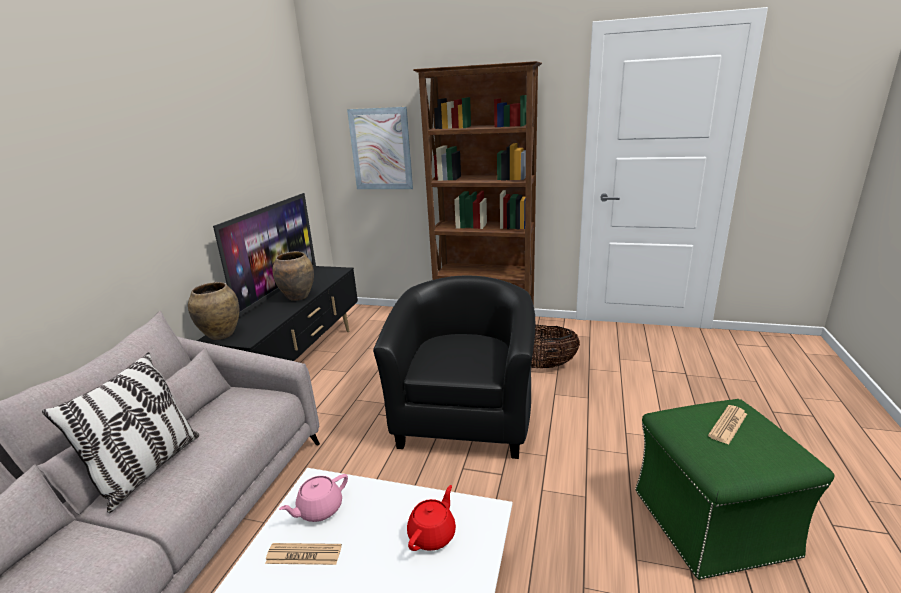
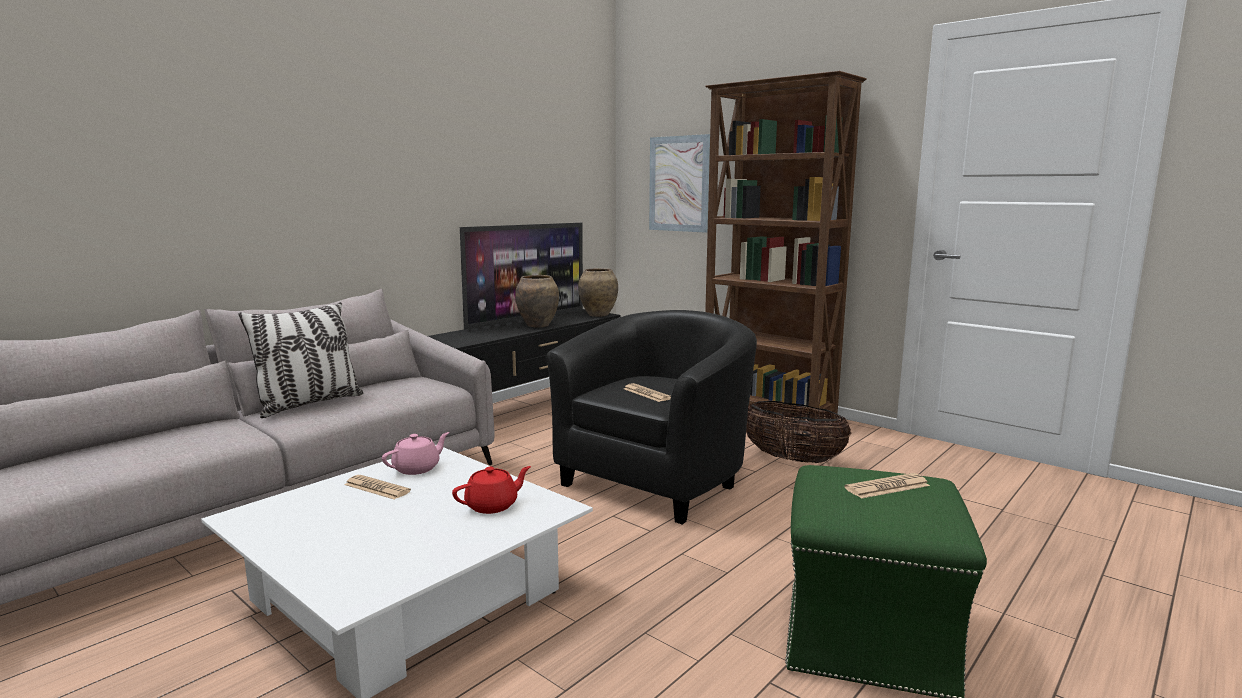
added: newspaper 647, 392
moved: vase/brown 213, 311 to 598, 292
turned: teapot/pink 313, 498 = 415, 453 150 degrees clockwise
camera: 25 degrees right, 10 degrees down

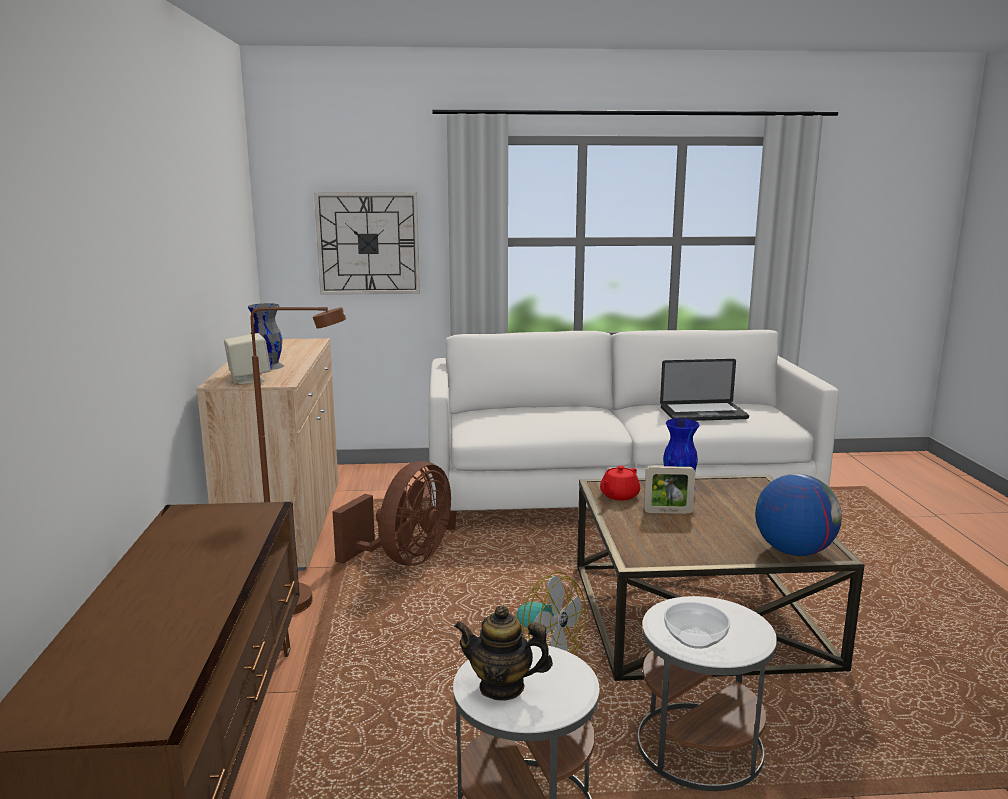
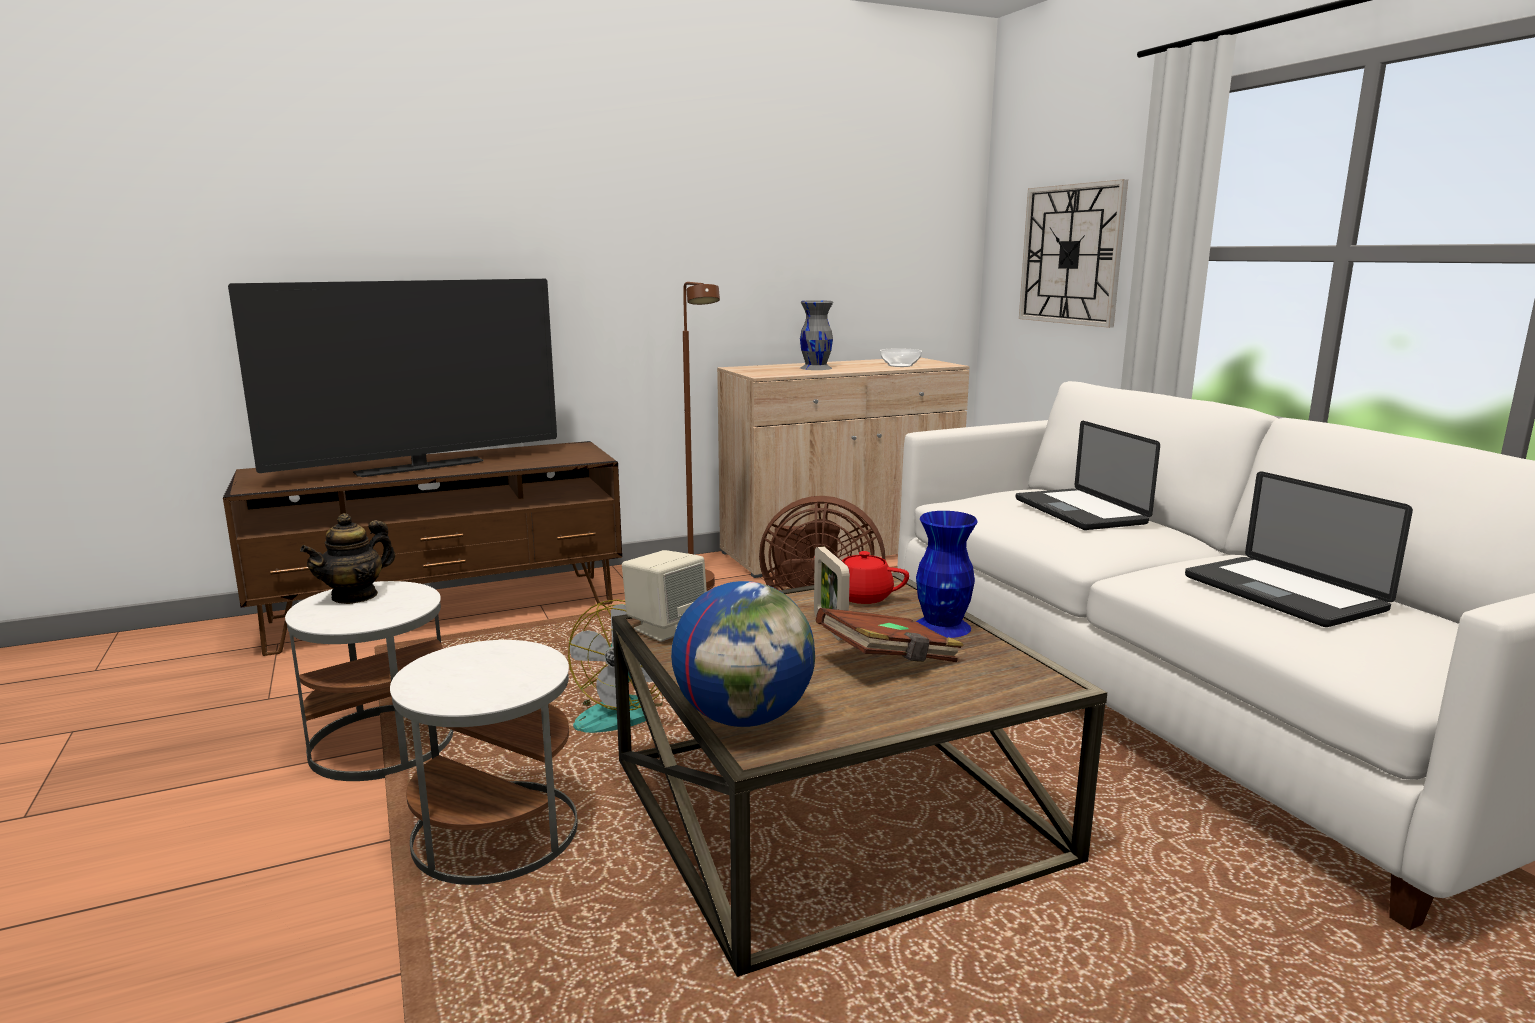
added: television 392, 378; book/brown 890, 635; laptop 1088, 475
moved: speaker/beige 247, 358 to 664, 596; bowl 697, 625 to 901, 357
turned: teapot 503, 653 = 347, 558 135 degrees counterclockwise
camera: 70 degrees right, 0 degrees up

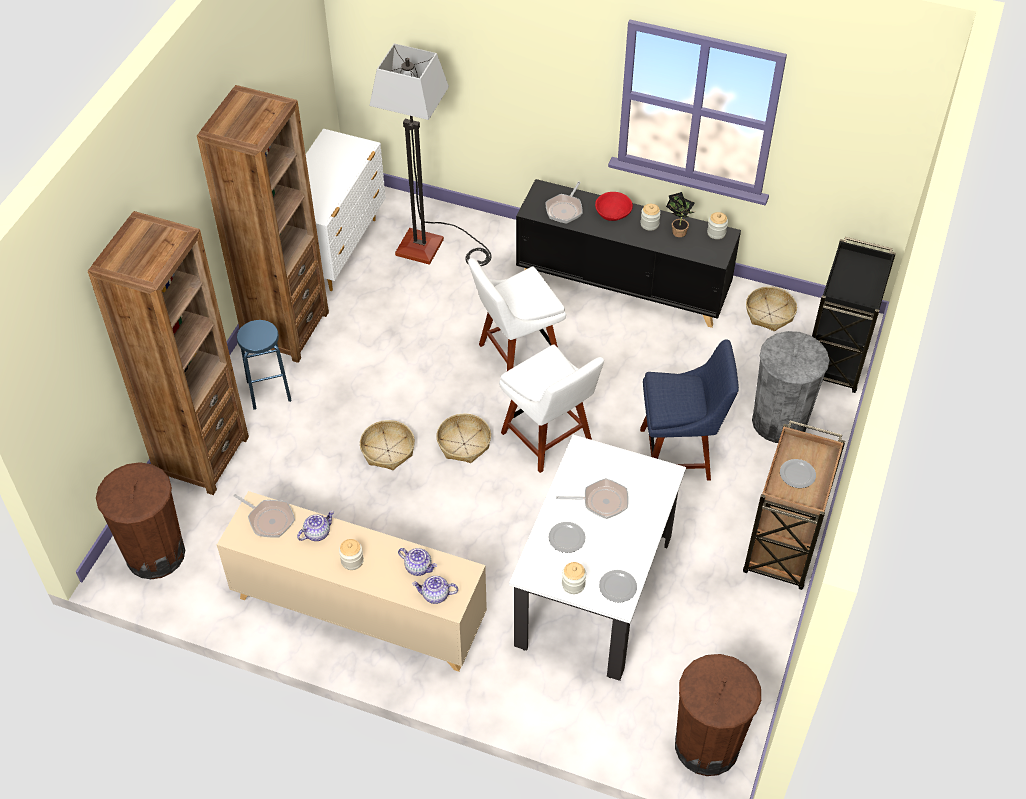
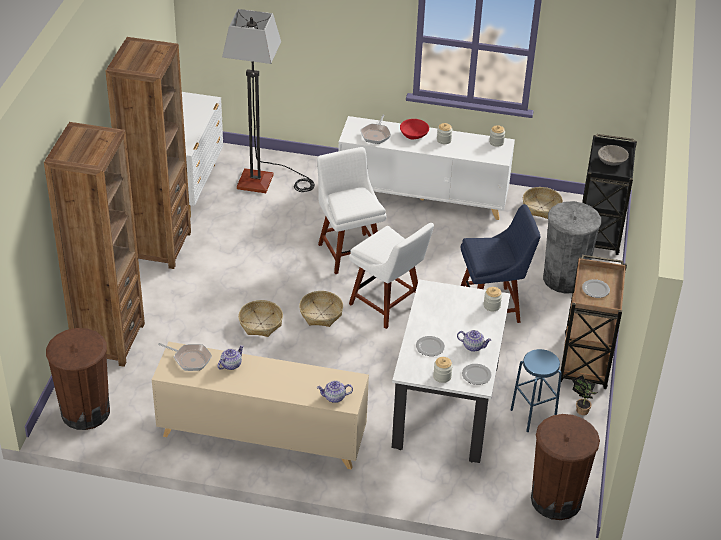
removed: frying pan 592, 498
added: bowl/grey 613, 155
moved: stool/blue 264, 365 to 536, 390; jar 351, 554 to 493, 299; teapot 417, 562 to 474, 341; potted plant 680, 214 to 585, 395
recoloured: cabinet/black 628, 253 to cabinet/white 426, 168
turned: chair/white 517, 314 = 351, 210 105 degrees clockwise
camera: 10 degrees left, 10 degrees down

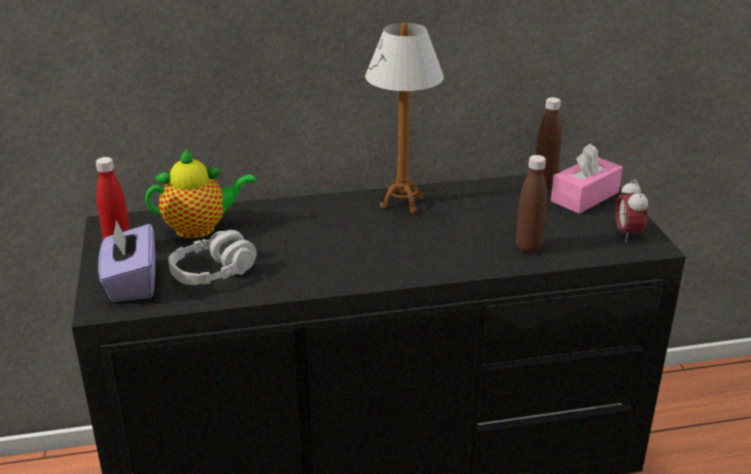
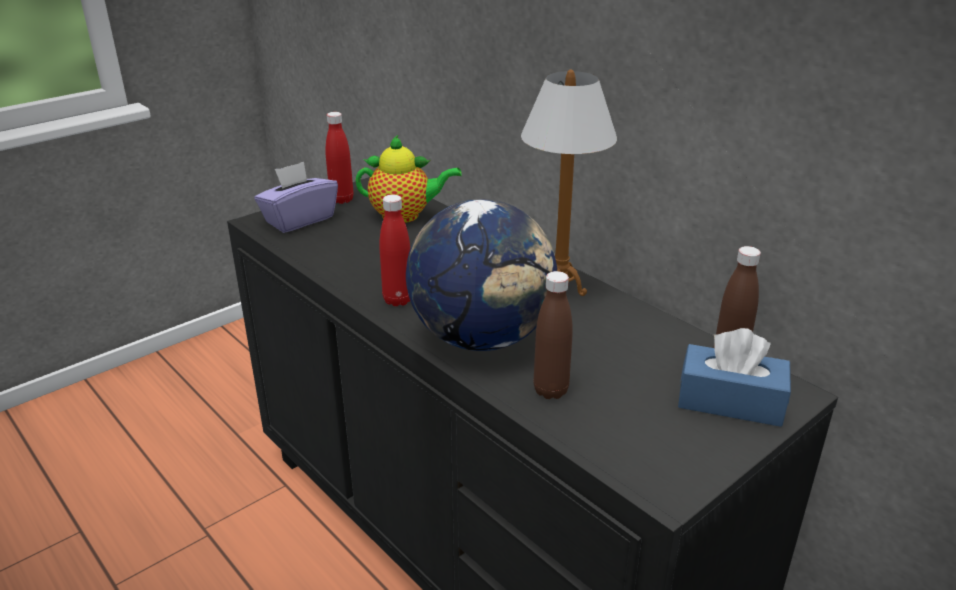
removed: headphones/grey 212, 257; alarm clock 631, 210
added: bottle/red 394, 250; globe 481, 275
recoloured: tissue box/pink 587, 178 to tissue box/blue 734, 377
turned: teapot 201, 193 = 408, 179 45 degrees counterclockwise
camera: 60 degrees right, 0 degrees up

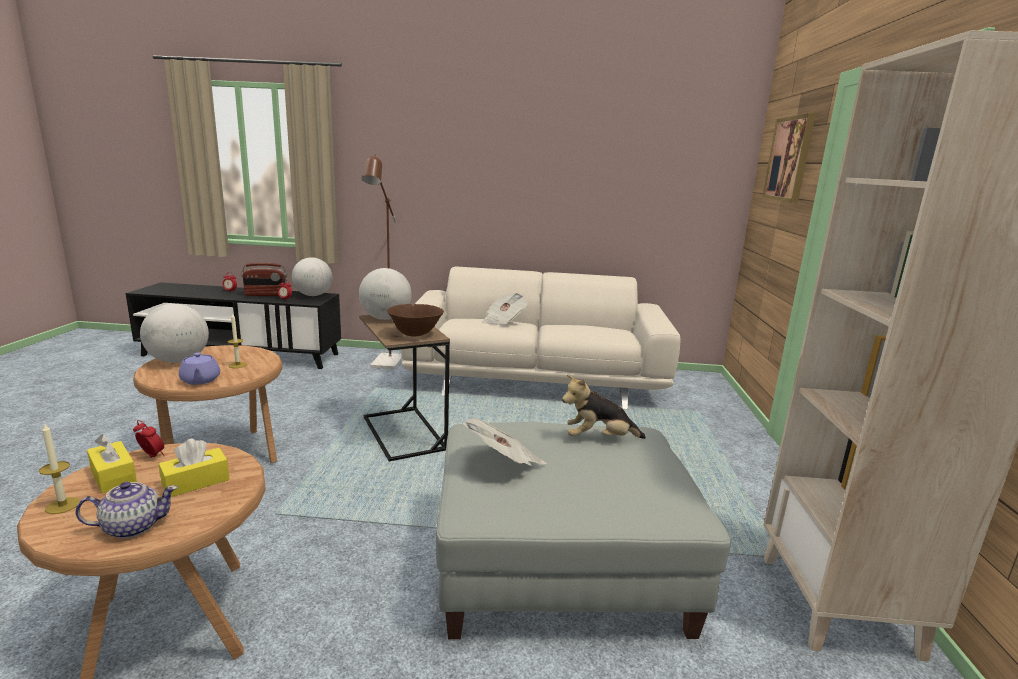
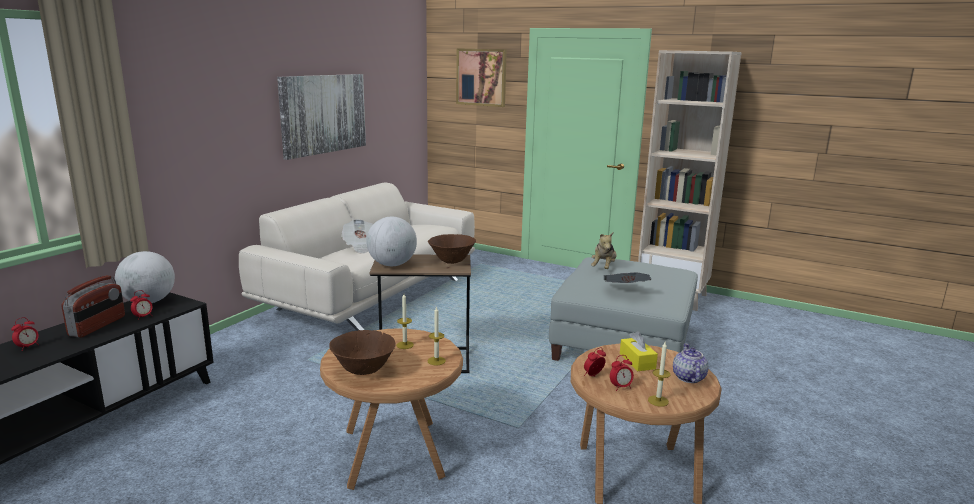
removed: floor lamp/brown 382, 262
added: picture 321, 117
replaced: tissue box/yellow 112, 464 to alarm clock 622, 373; globe 174, 333 to bowl/brown 362, 352; teapot/purple 199, 369 to candle 437, 335
camera: 65 degrees left, 0 degrees up

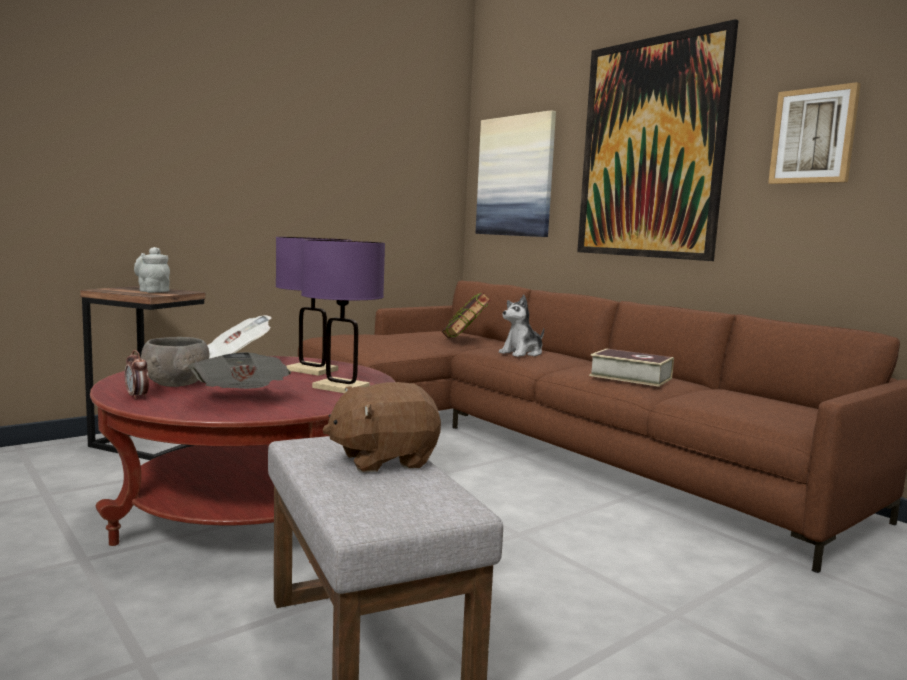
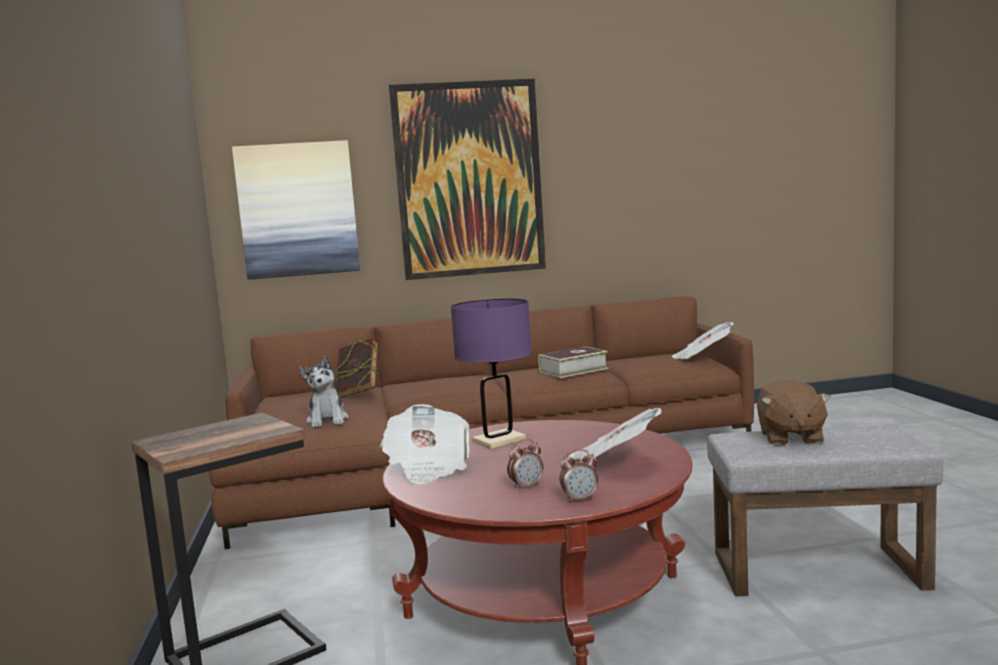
removed: teapot/grey 152, 270; table lamp/purple 343, 316; picture 814, 133
added: newspaper 703, 340
moved: plush toy 521, 326 to 324, 392
replaced: bowl/grey 175, 362 to alarm clock 525, 464
camera: 60 degrees left, 0 degrees up

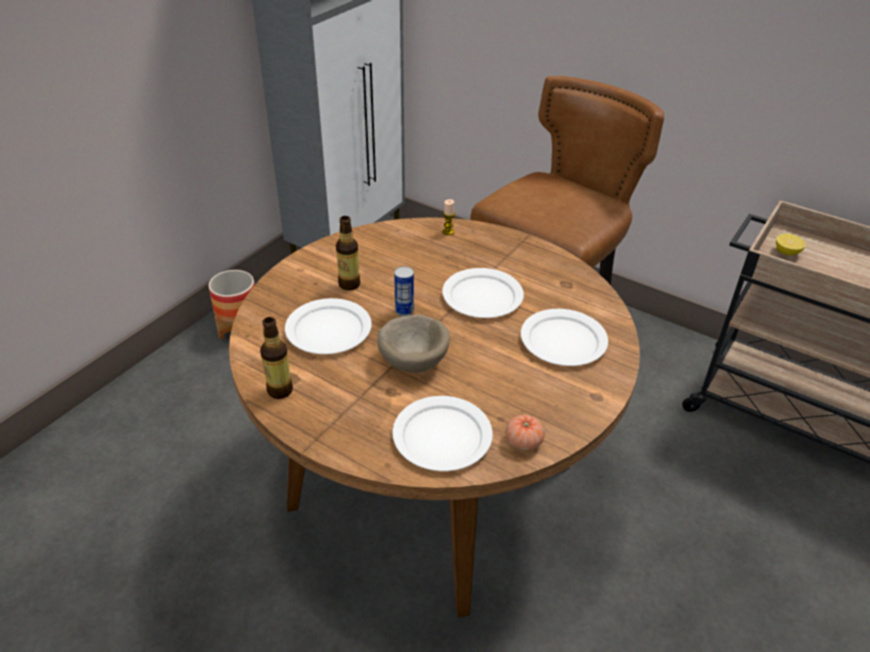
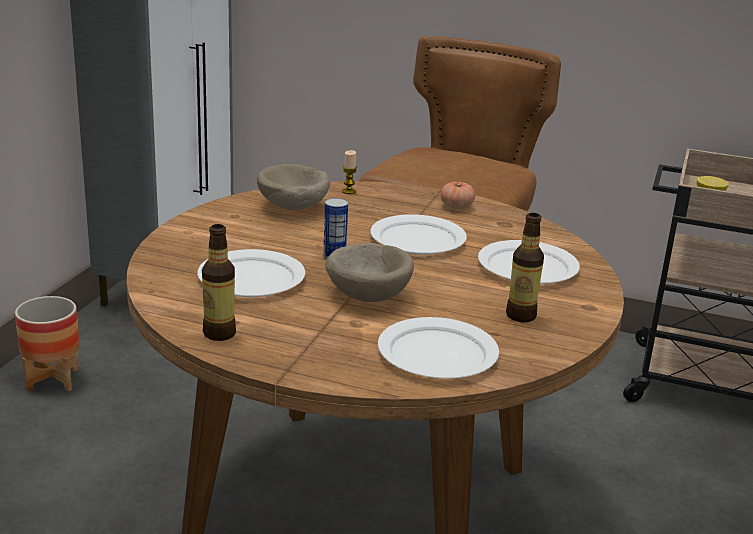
added: bowl/beige 293, 187
moved: bottle 348, 253 to 525, 267; tomato 525, 433 to 458, 195
camera: 15 degrees left, 15 degrees down

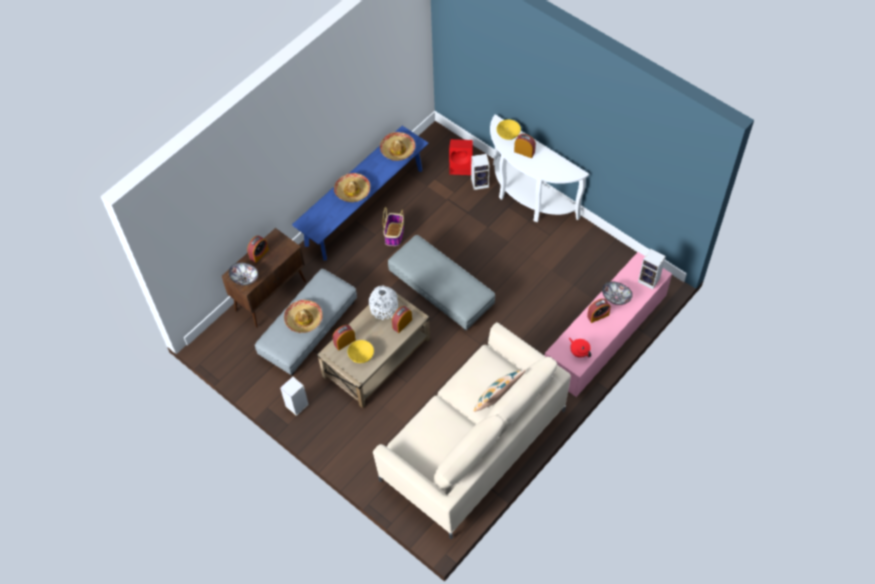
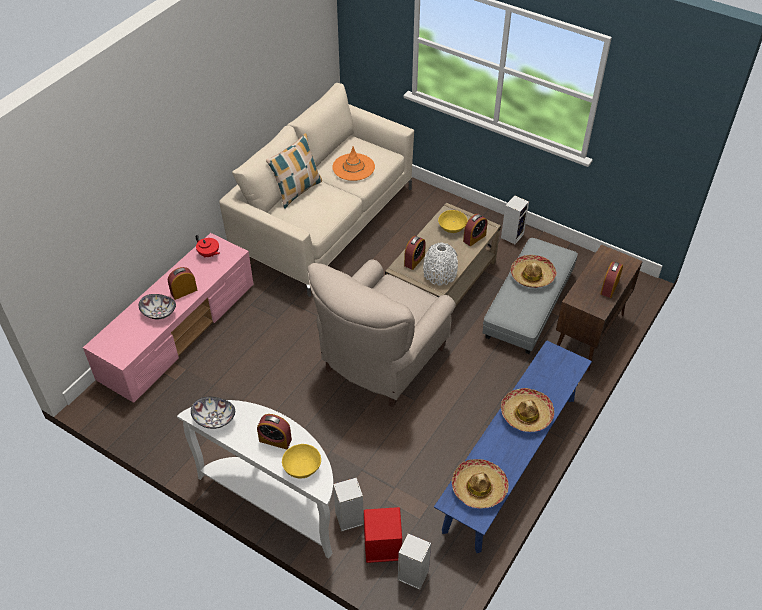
removed: basket 393, 226
added: hat/orange 353, 163
moved: bowl 244, 273 to 213, 413; speaker 652, 268 to 414, 561
replaced: ottoman/grey 441, 283 to armchair/beige 382, 334
camera: 170 degrees right, 10 degrees down

